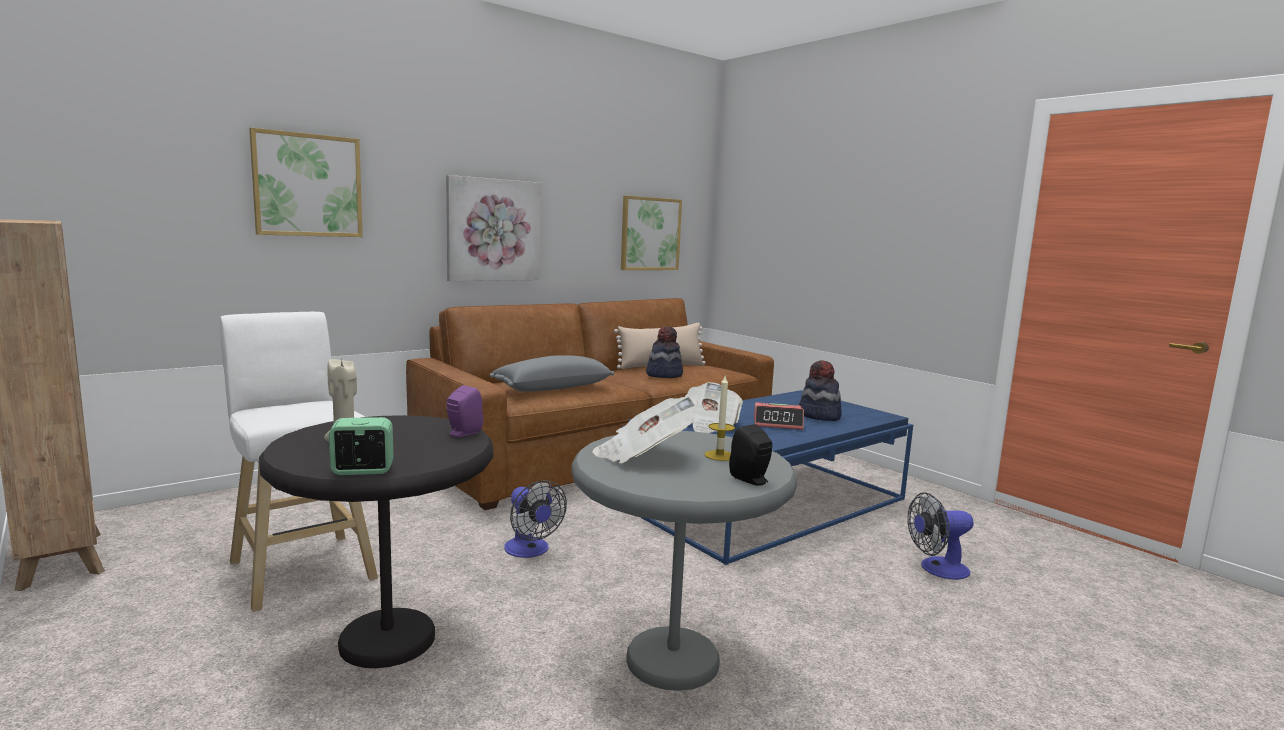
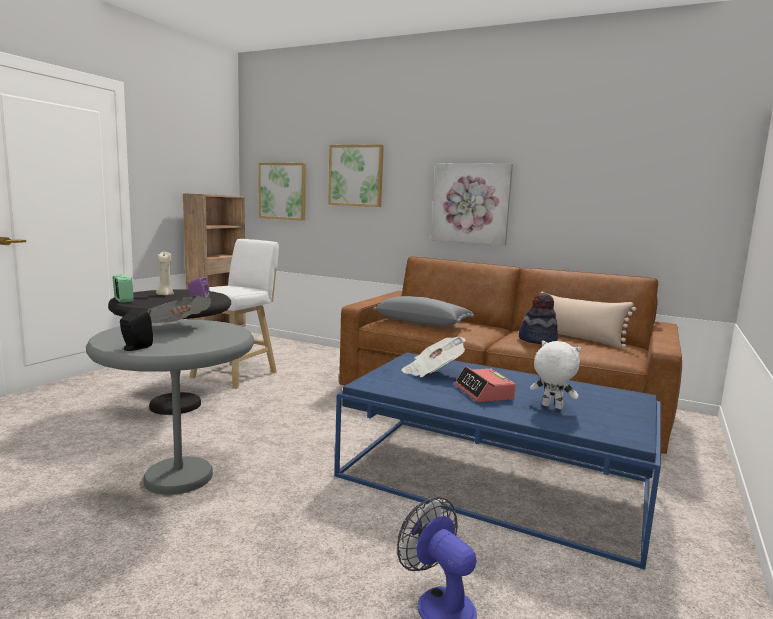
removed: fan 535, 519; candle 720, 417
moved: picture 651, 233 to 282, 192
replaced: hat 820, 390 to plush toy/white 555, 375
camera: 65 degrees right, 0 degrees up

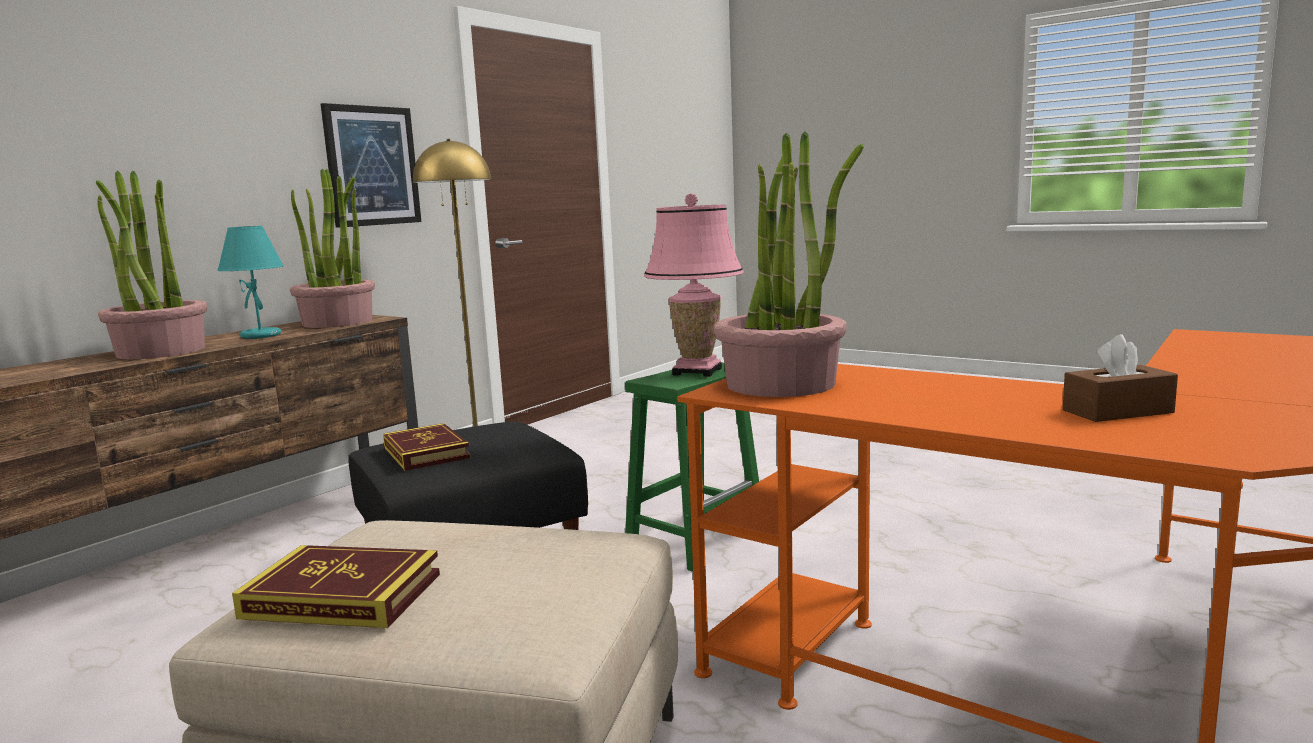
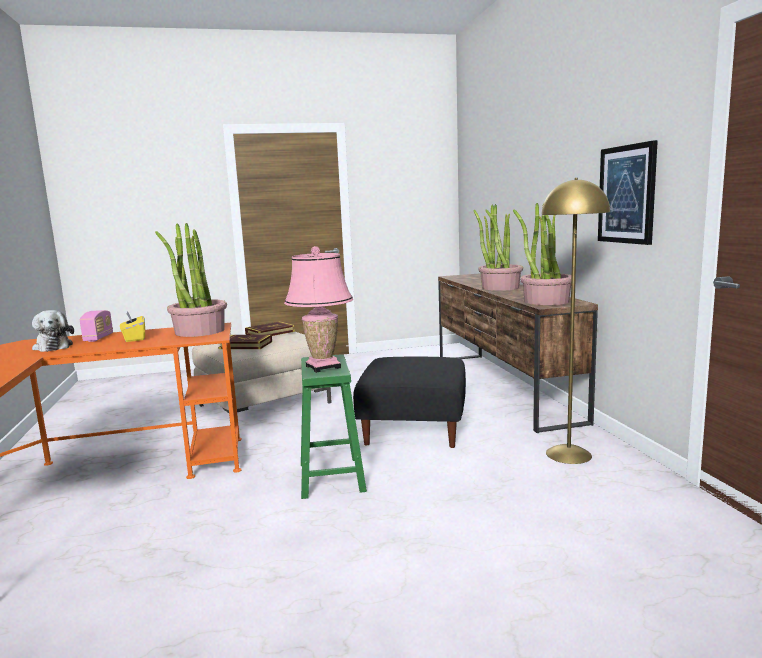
removed: table lamp/turquoise 250, 282
added: radio 96, 326; tissue box/yellow 132, 326
moved: book 426, 447 to 245, 342
replaced: tissue box/brown 1120, 378 to plush toy 53, 331
camera: 130 degrees right, 0 degrees up

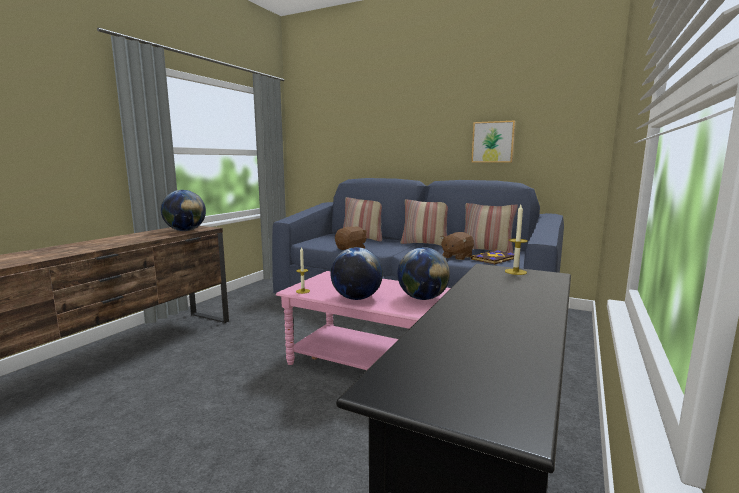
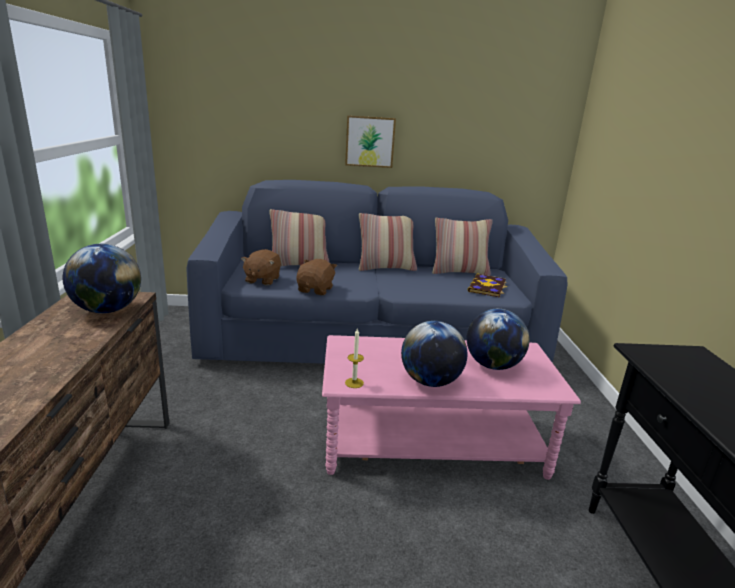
removed: candle 516, 240
moved: plush toy/brown 457, 246 to 261, 267; picture 493, 142 to 370, 141
camera: 30 degrees left, 10 degrees up

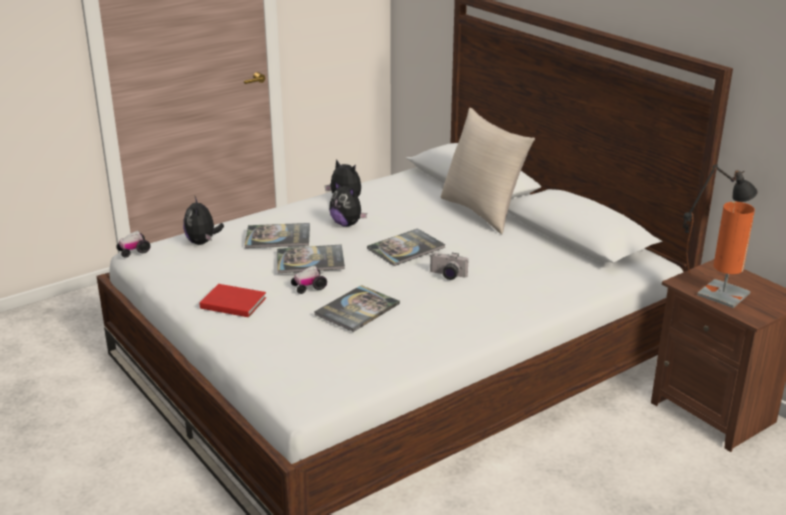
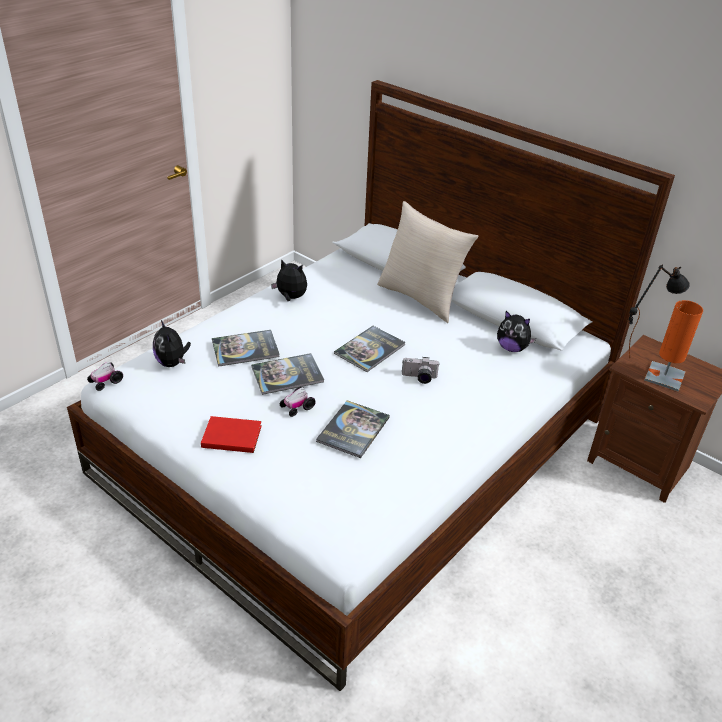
moved: plush toy 348, 204 to 516, 331
camera: 15 degrees left, 10 degrees up

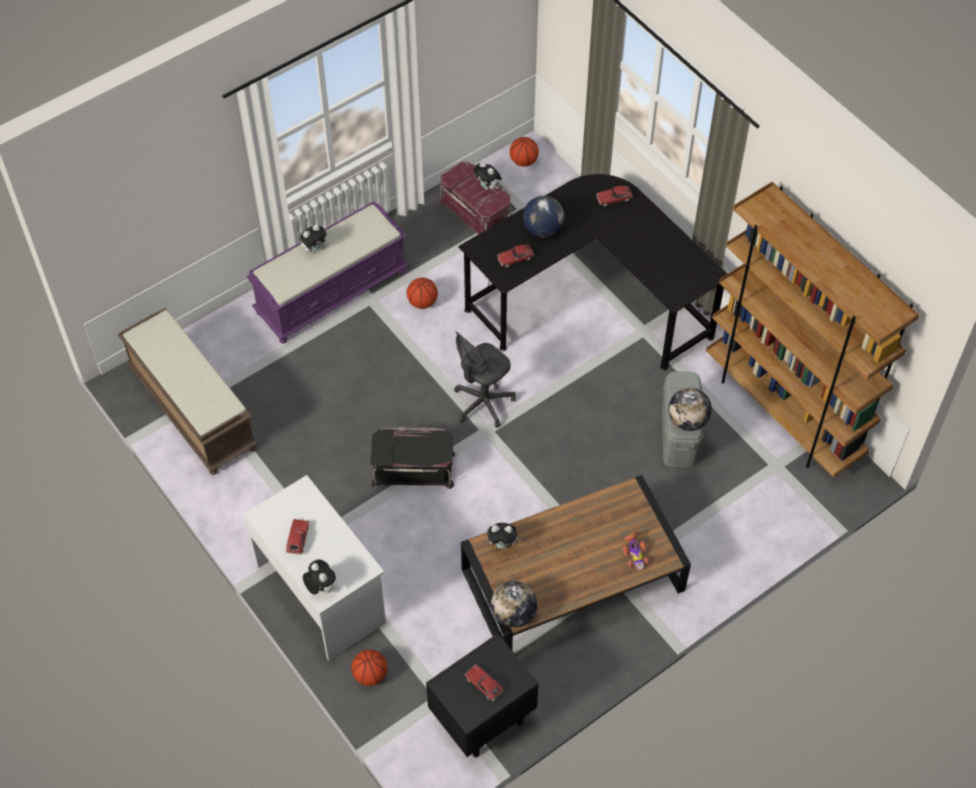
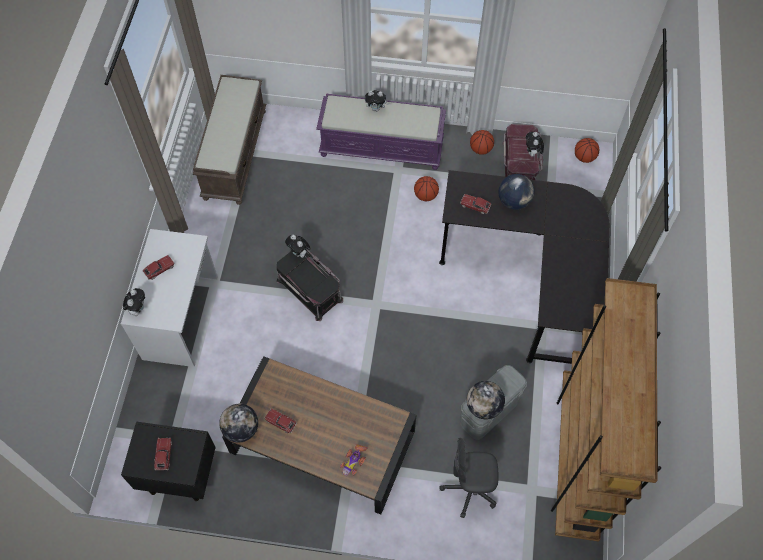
moved: basketball 369, 668 to 482, 142; office chair/grey 485, 379 to 469, 478; plush toy 504, 536 to 298, 246; toy car 614, 196 to 280, 421
camera: 45 degrees right, 5 degrees up

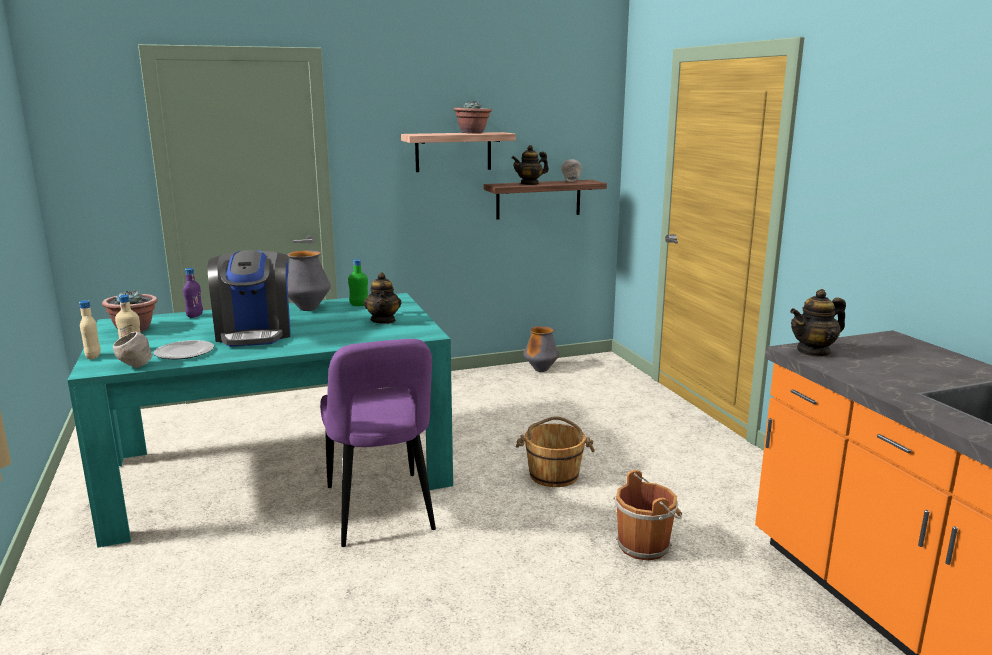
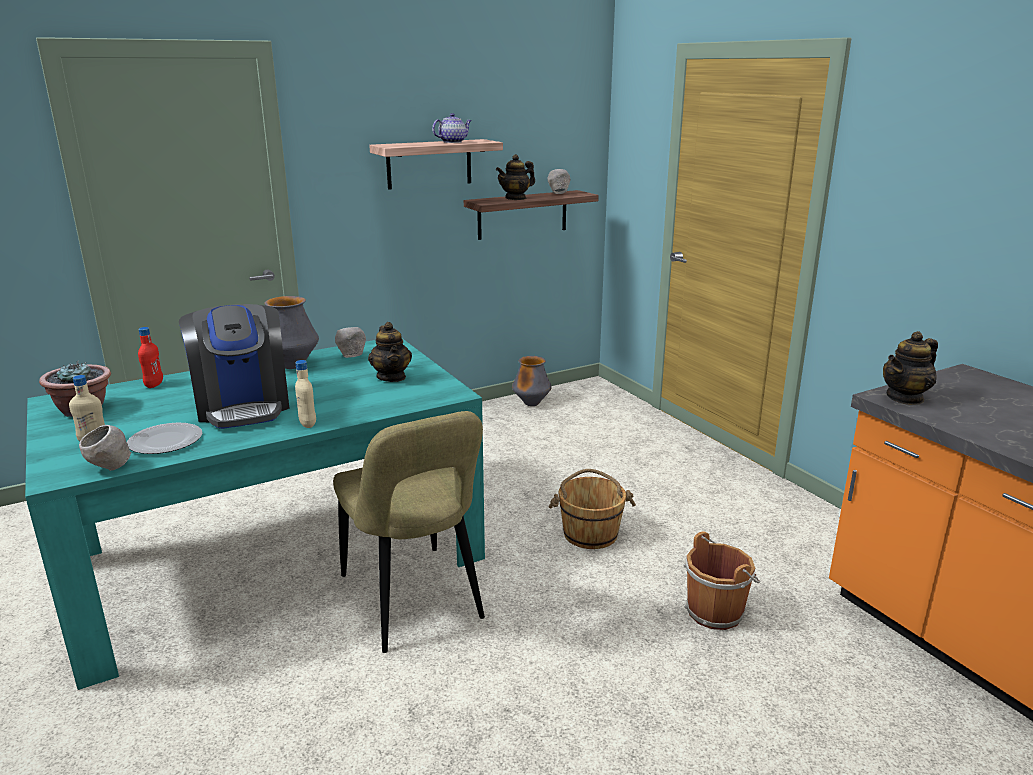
moved: bottle/beige 90, 330 to 305, 394
replaced: bottle/green 358, 282 to bowl/grey 350, 342; potted plant 472, 117 to teapot 452, 128
recoloured: bottle/purple 193, 293 to bottle/red 150, 357; chair/purple 378, 443 to chair/beige 409, 532
camera: 10 degrees left, 5 degrees up

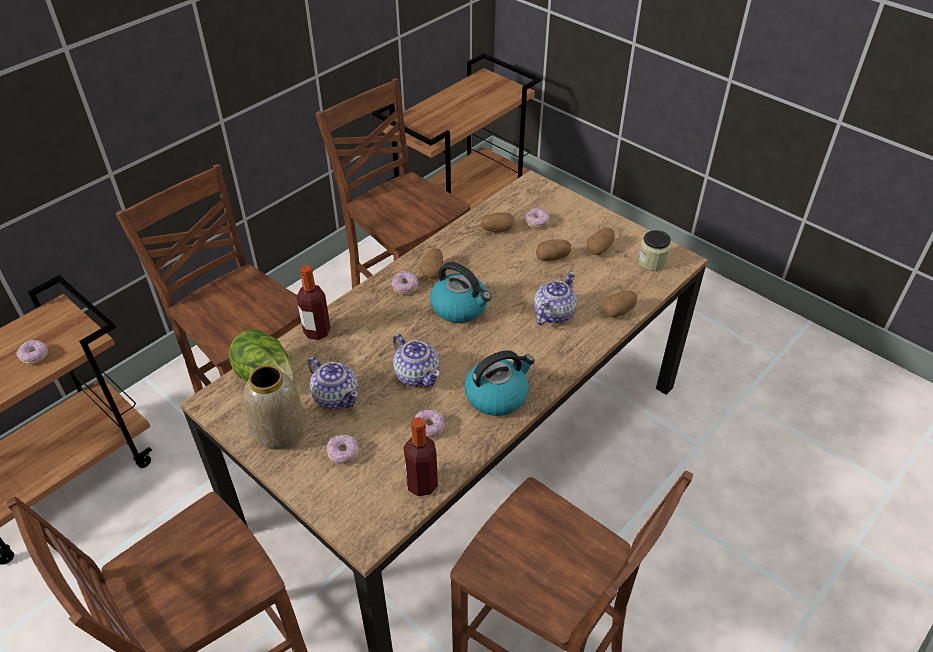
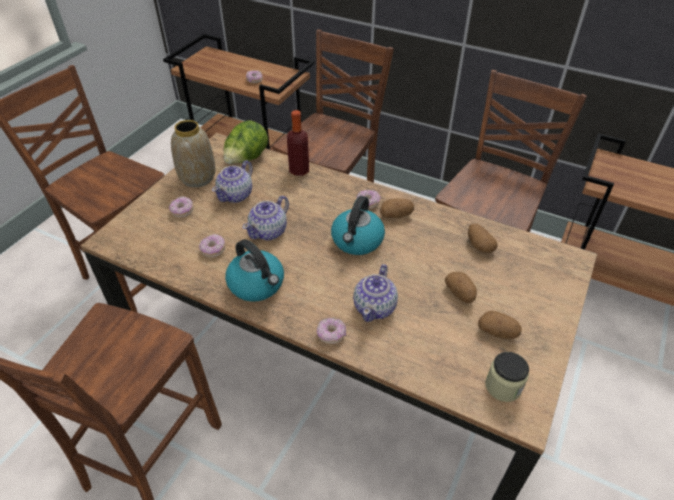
removed: bottle 421, 457; potato 620, 304
moved: donut 537, 218 to 331, 331
turned: teapot 555, 298 = 375, 293 90 degrees clockwise
camera: 75 degrees right, 0 degrees up

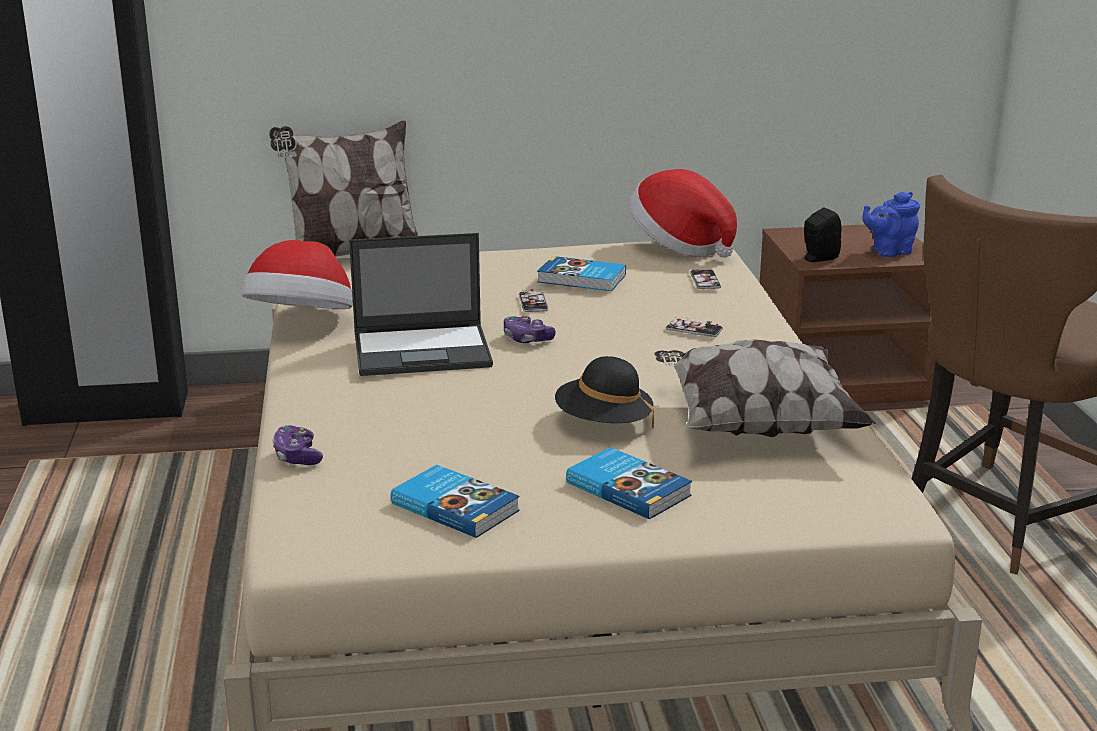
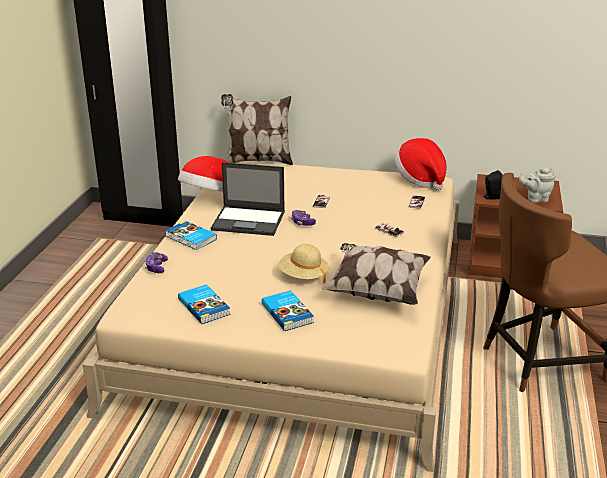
moved: book 581, 273 to 191, 235
recoloured: hat/black 604, 392 to hat/beige 304, 263; teapot/blue 891, 224 to teapot/grey 537, 185
camera: 20 degrees right, 5 degrees up

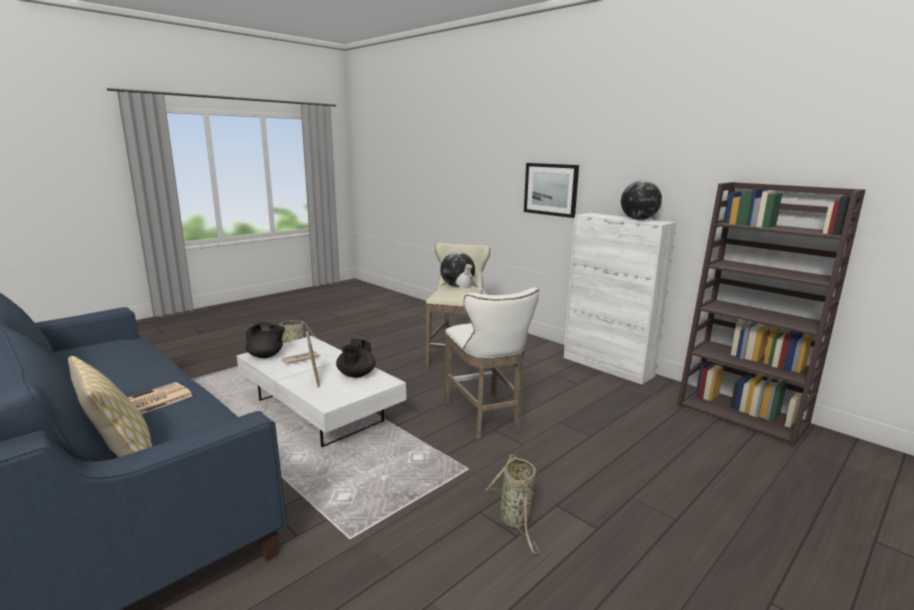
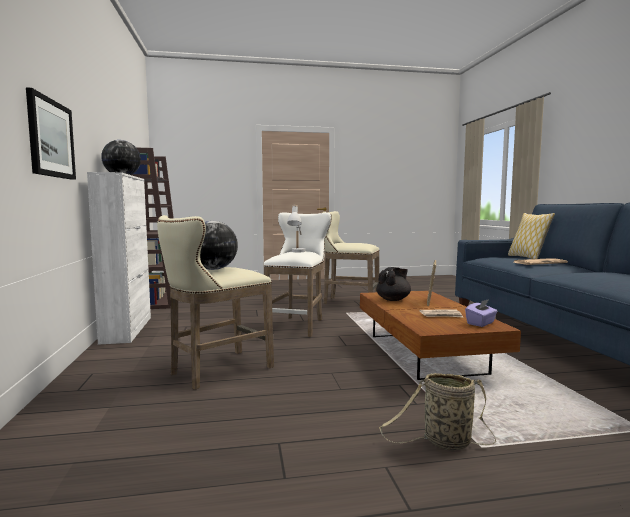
replaced: teapot/black 265, 340 to tissue box/purple 481, 313; basket 512, 504 to stool/beige 351, 257
recoloured: coffee table/white 321, 391 to coffee table/brown 440, 335
camera: 145 degrees left, 10 degrees down

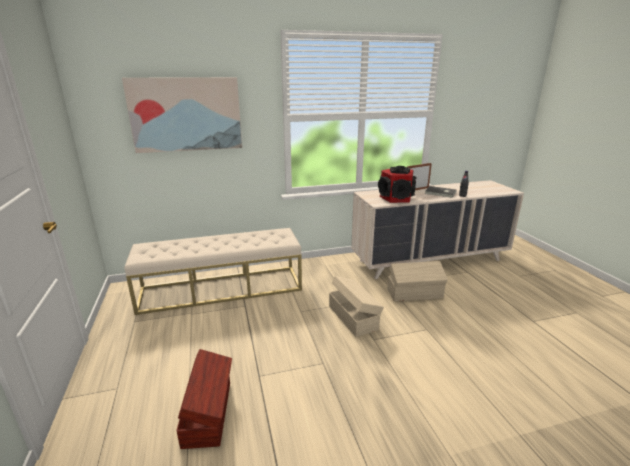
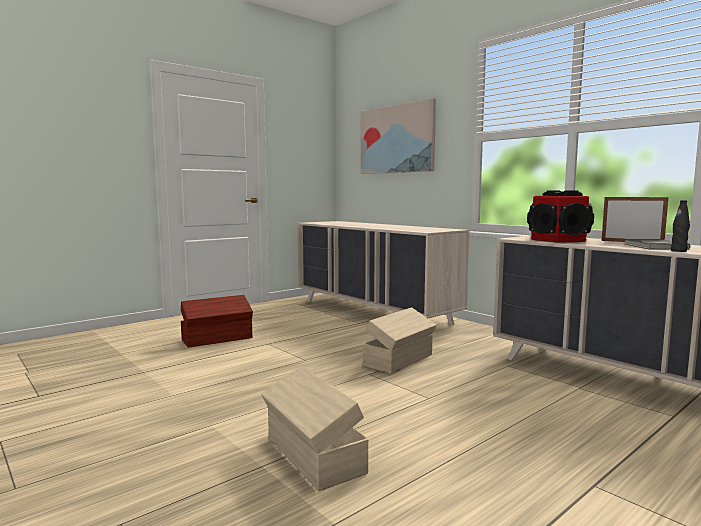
moved: storage box/beige 417, 281 to 314, 428
replaced: bench/beige 213, 271 to dresser/beige 383, 273
camera: 65 degrees right, 15 degrees down

